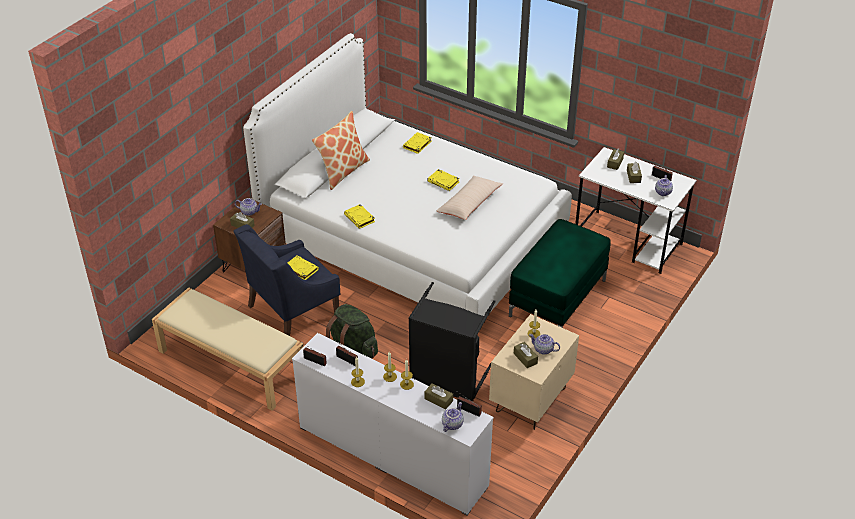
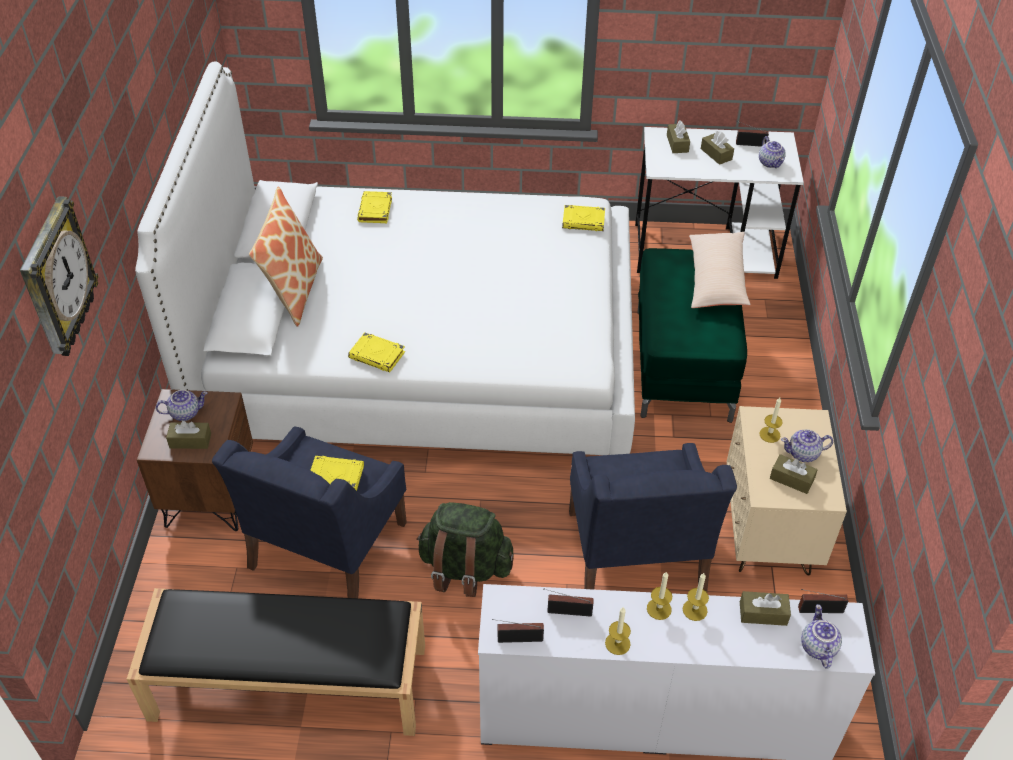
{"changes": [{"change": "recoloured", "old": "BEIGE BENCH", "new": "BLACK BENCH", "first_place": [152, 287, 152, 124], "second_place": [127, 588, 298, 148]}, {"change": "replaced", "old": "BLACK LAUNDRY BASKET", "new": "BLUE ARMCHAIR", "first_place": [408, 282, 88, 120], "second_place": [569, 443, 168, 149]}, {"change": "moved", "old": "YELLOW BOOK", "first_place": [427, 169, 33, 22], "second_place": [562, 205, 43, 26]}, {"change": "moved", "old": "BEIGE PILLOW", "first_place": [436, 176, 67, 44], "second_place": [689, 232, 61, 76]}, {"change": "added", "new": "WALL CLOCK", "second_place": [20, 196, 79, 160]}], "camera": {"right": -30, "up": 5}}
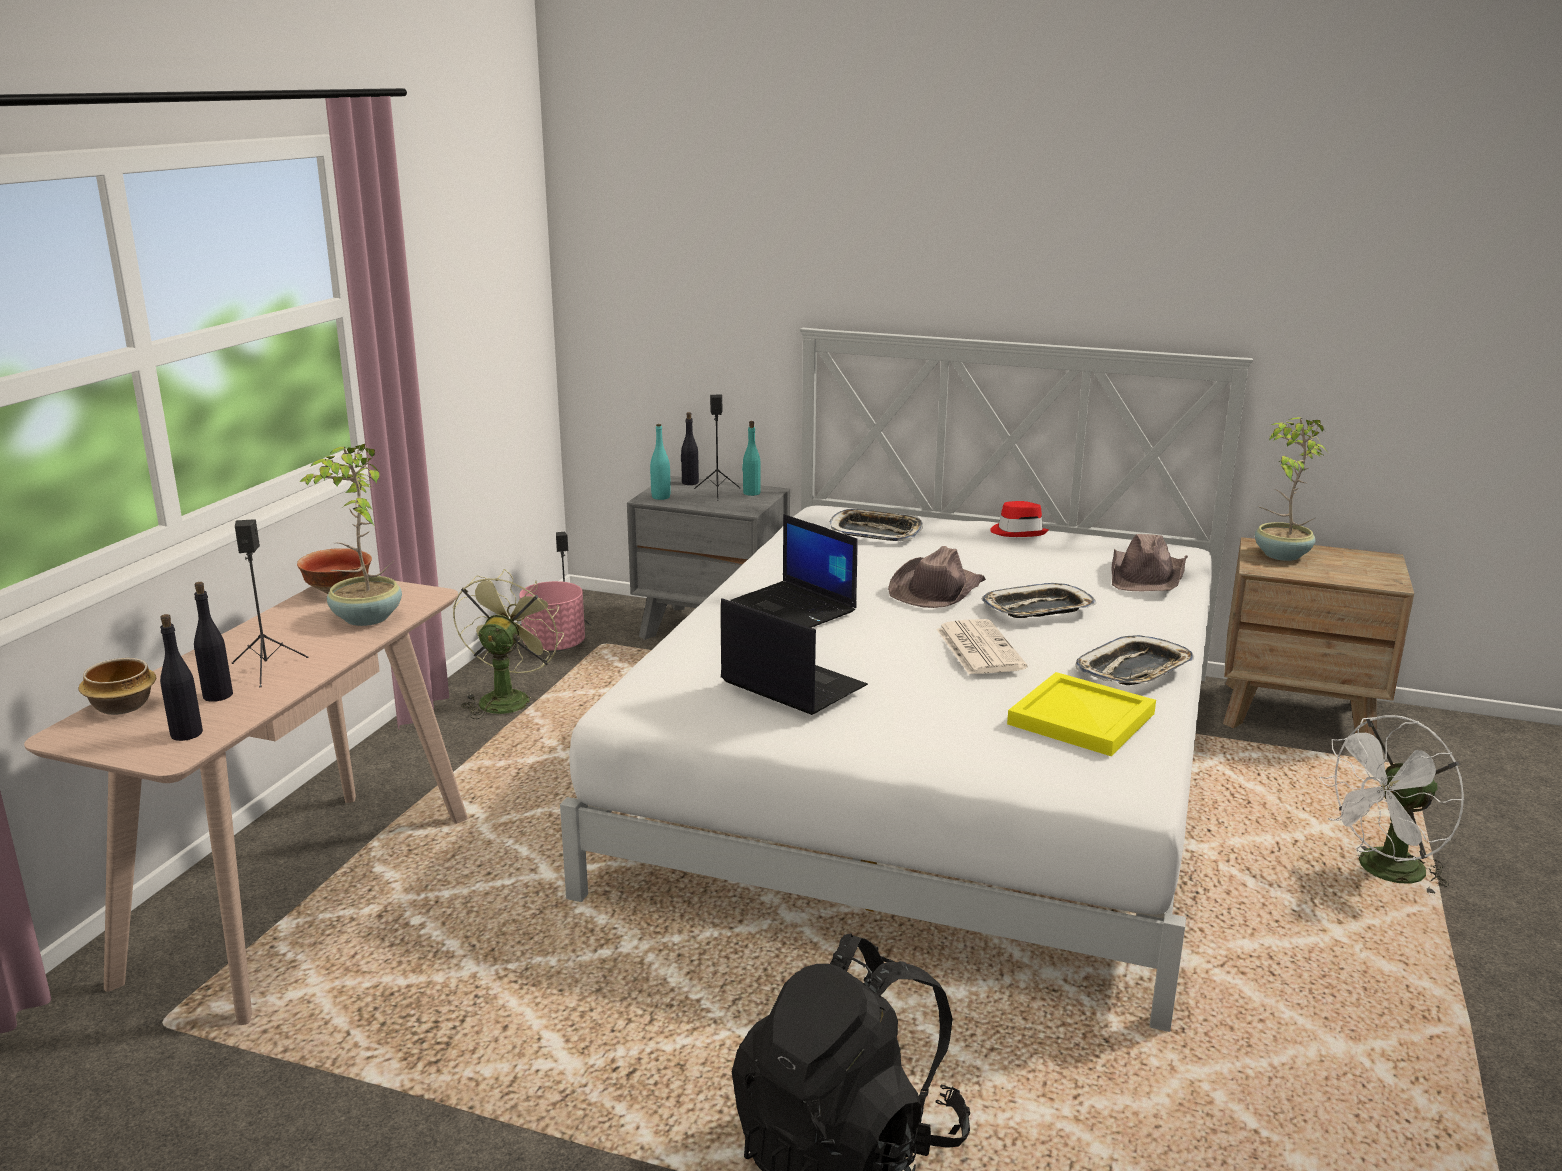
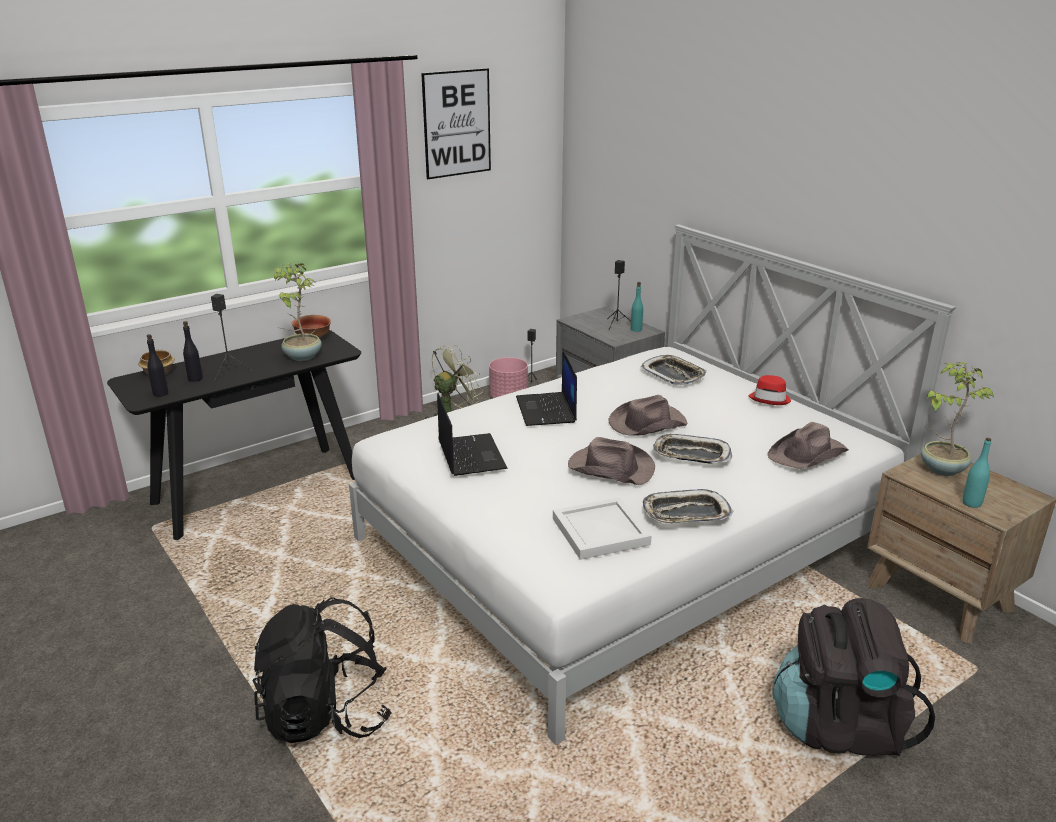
{"changes": [{"change": "recoloured", "old": "BEIGE CONSOLE TABLE", "new": "BLACK CONSOLE TABLE", "first_place": [24, 581, 444, 444], "second_place": [107, 330, 254, 210]}, {"change": "moved", "old": "TURQUOISE BOTTLE", "first_place": [650, 424, 21, 76], "second_place": [962, 438, 29, 70]}, {"change": "removed", "old": "BLACK BOTTLE", "first_place": [681, 412, 18, 73]}, {"change": "replaced", "old": "NEWSPAPER", "new": "BROWN HAT", "first_place": [937, 619, 90, 55], "second_place": [568, 437, 87, 48]}, {"change": "recoloured", "old": "YELLOW TRAY", "new": "WHITE TRAY", "first_place": [1007, 672, 149, 84], "second_place": [553, 497, 99, 63]}, {"change": "replaced", "old": "WHITE FAN", "new": "BLACK BACKPACK", "first_place": [1319, 715, 145, 181], "second_place": [772, 598, 163, 158]}, {"change": "added", "new": "PICTURE", "second_place": [421, 68, 70, 111]}], "camera": {"right": 35, "up": 5}}
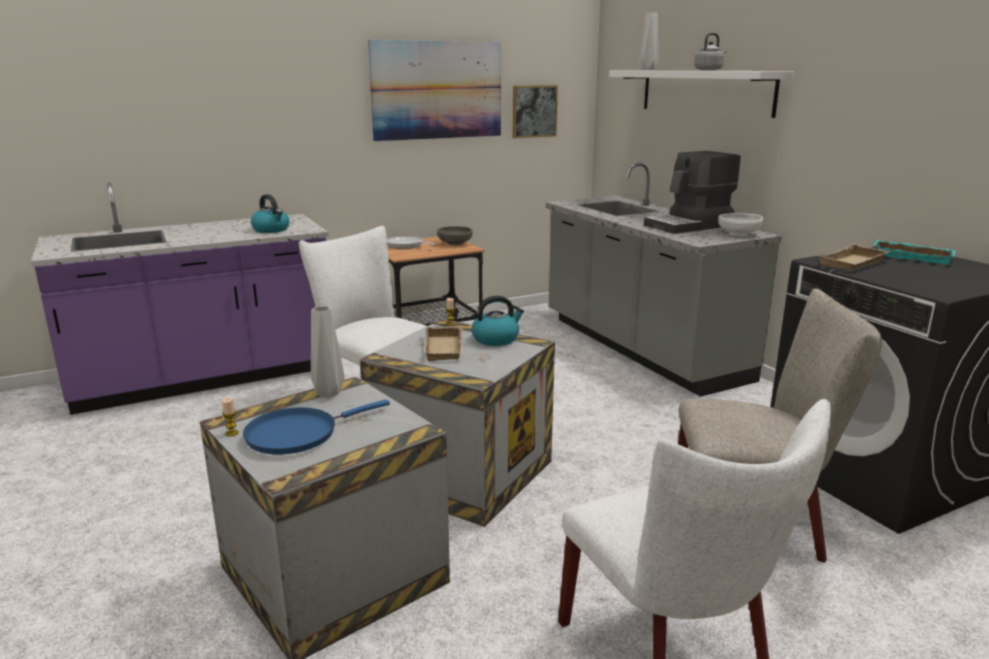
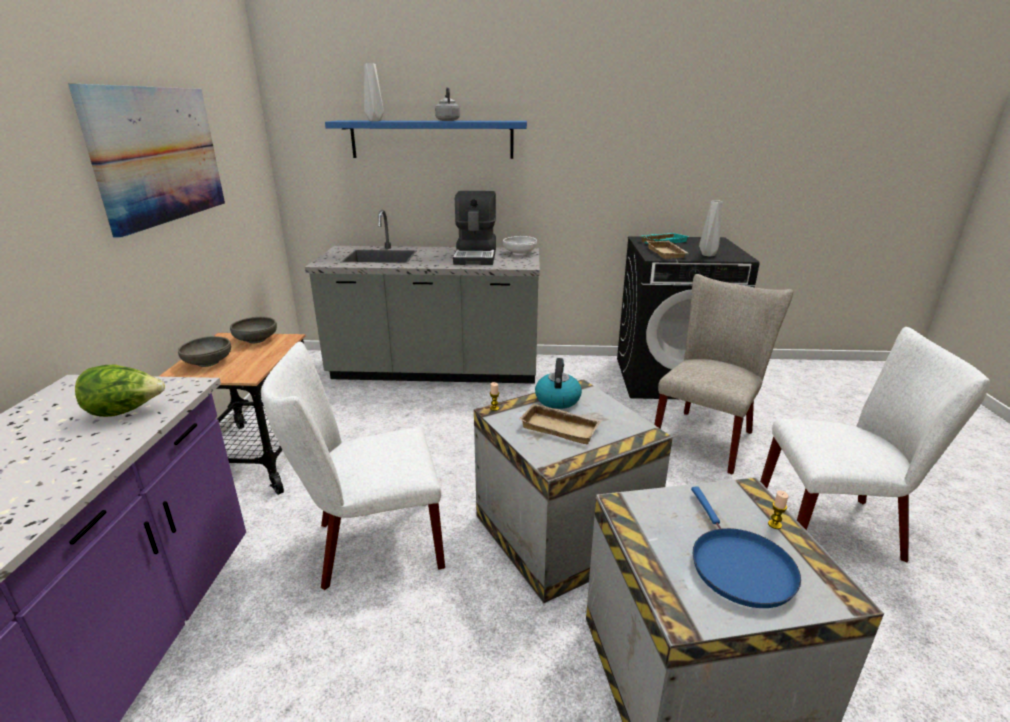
{"changes": [{"change": "moved", "old": "CANDLE", "first_place": [222, 397, 17, 39], "second_place": [768, 491, 21, 38]}, {"change": "replaced", "old": "KETTLE", "new": "LETTUCE", "first_place": [251, 194, 39, 39], "second_place": [75, 365, 90, 52]}, {"change": "moved", "old": "GREY VASE", "first_place": [311, 306, 34, 92], "second_place": [699, 200, 24, 57]}, {"change": "replaced", "old": "FRYING PAN", "new": "GREY BOWL", "first_place": [387, 236, 48, 13], "second_place": [178, 336, 53, 31]}, {"change": "removed", "old": "PICTURE", "first_place": [513, 85, 45, 53]}, {"change": "recoloured", "old": "WHITE SHELF", "new": "BLUE SHELF", "first_place": [609, 71, 186, 47], "second_place": [325, 121, 202, 38]}], "camera": {"right": -60, "up": 5}}
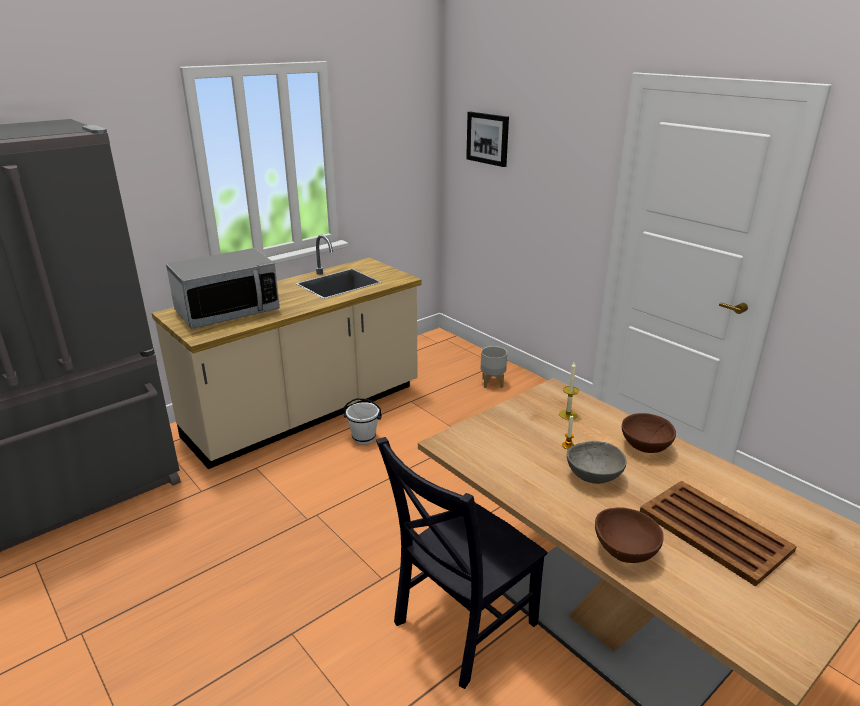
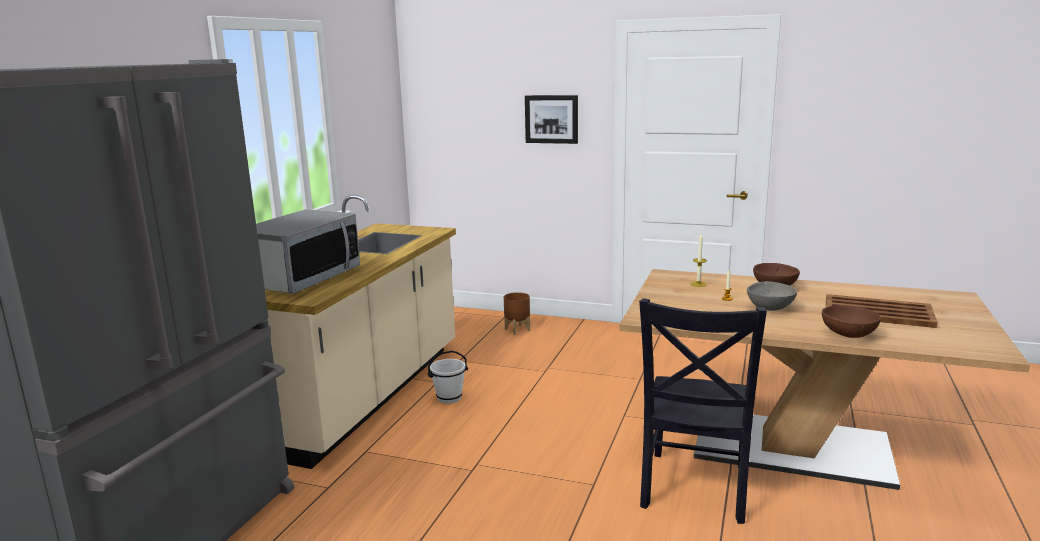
{"changes": [{"change": "moved", "old": "PICTURE", "first_place": [466, 112, 43, 55], "second_place": [525, 95, 53, 49]}, {"change": "recoloured", "old": "GREY PLANTER", "new": "BROWN PLANTER", "first_place": [481, 346, 26, 42], "second_place": [504, 292, 26, 43]}], "camera": {"right": -30, "up": -10}}
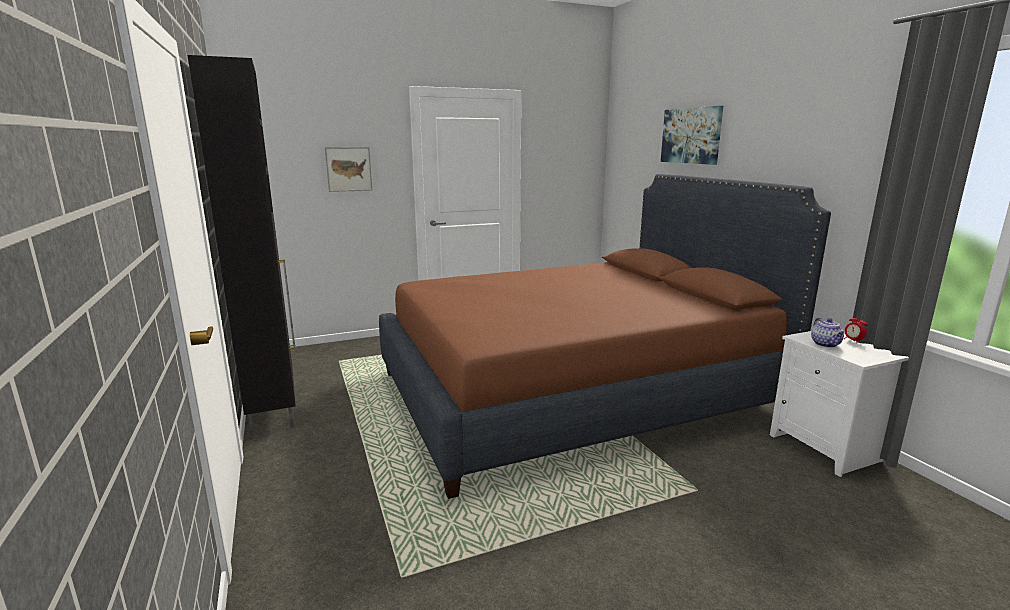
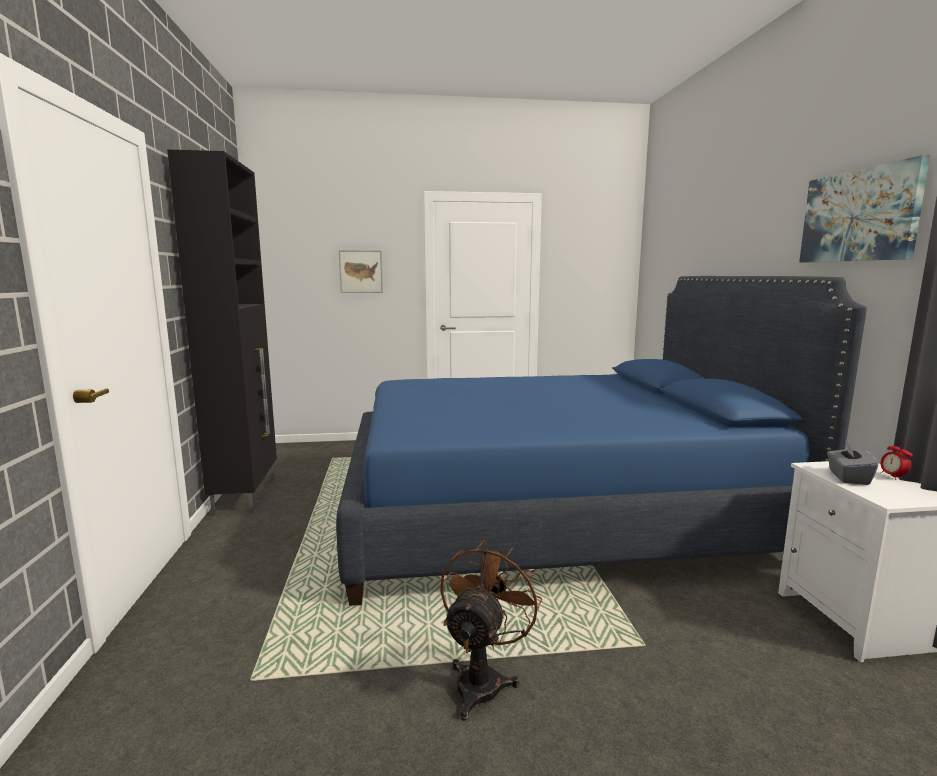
{"changes": [{"change": "recoloured", "old": "BROWN BED", "new": "BLUE BED", "first_place": [379, 174, 452, 325], "second_place": [336, 276, 531, 330]}, {"change": "moved", "old": "PICTURE", "first_place": [661, 106, 62, 59], "second_place": [799, 155, 131, 107]}, {"change": "replaced", "old": "TEAPOT", "new": "GREY TISSUE BOX", "first_place": [811, 318, 33, 30], "second_place": [827, 440, 51, 45]}, {"change": "added", "new": "BROWN FAN", "second_place": [440, 540, 102, 181]}], "camera": {"right": 15, "up": -5}}
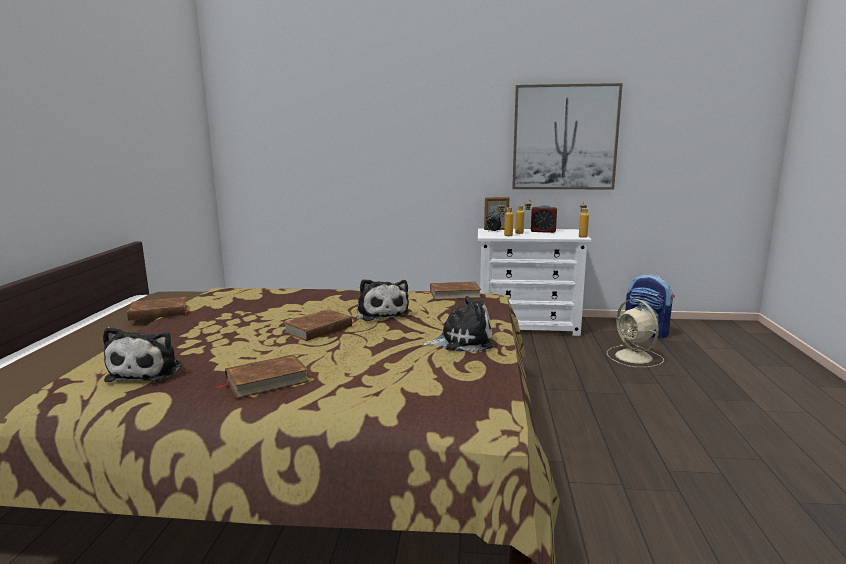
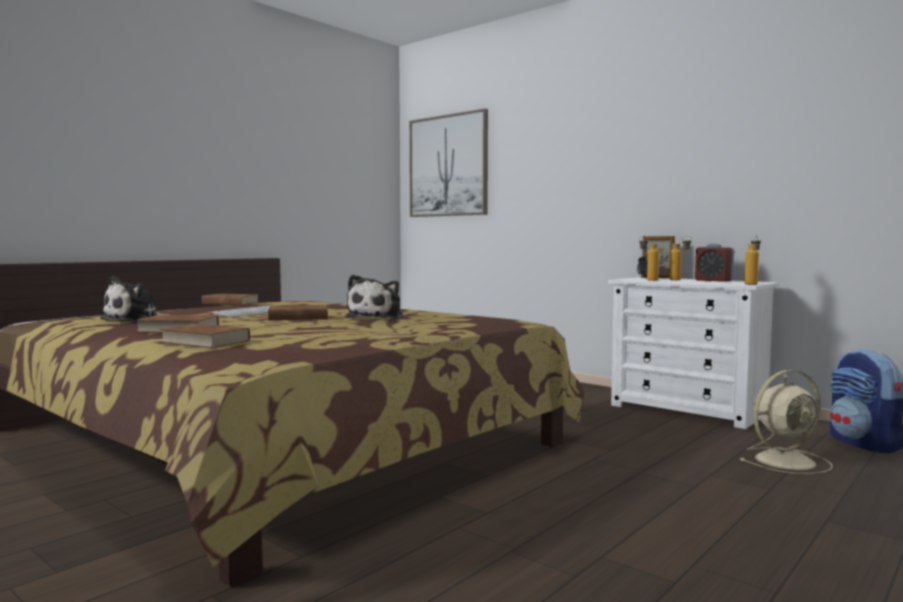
{"changes": [{"change": "removed", "old": "PLUSH TOY", "first_place": [421, 296, 73, 56]}, {"change": "moved", "old": "BROWN BOOK", "first_place": [423, 281, 58, 19], "second_place": [159, 324, 91, 24]}, {"change": "moved", "old": "PICTURE", "first_place": [512, 83, 111, 106], "second_place": [409, 109, 79, 108]}, {"change": "turned", "old": "BEIGE FAN", "first_place": [607, 299, 57, 69], "second_place": [740, 370, 93, 104], "degrees": -120}, {"change": "added", "new": "KEYBOARD", "second_place": [213, 306, 57, 11]}], "camera": {"right": 35, "up": -10}}
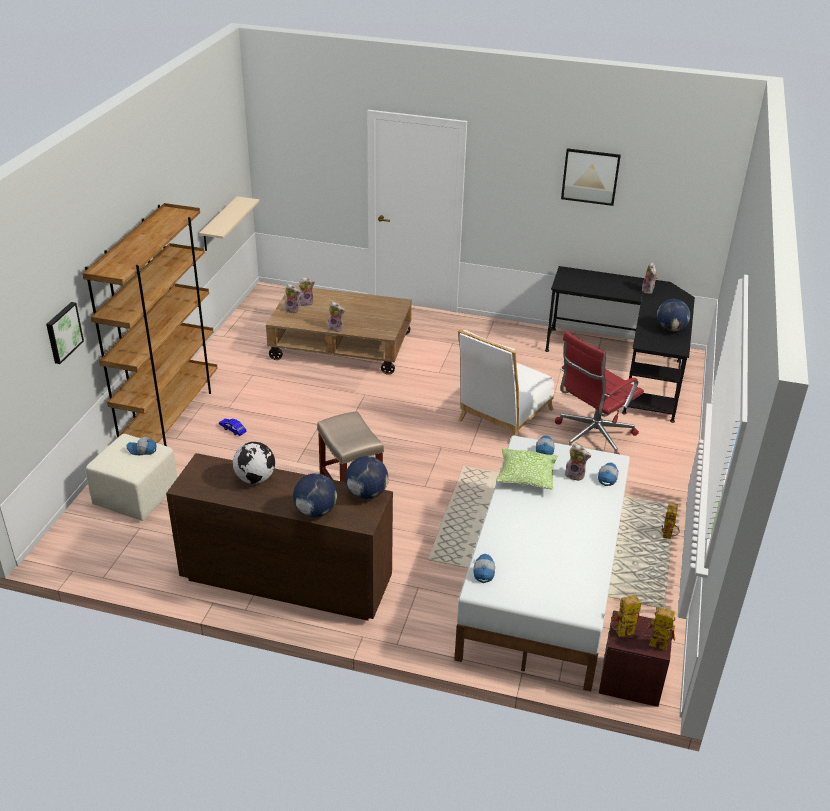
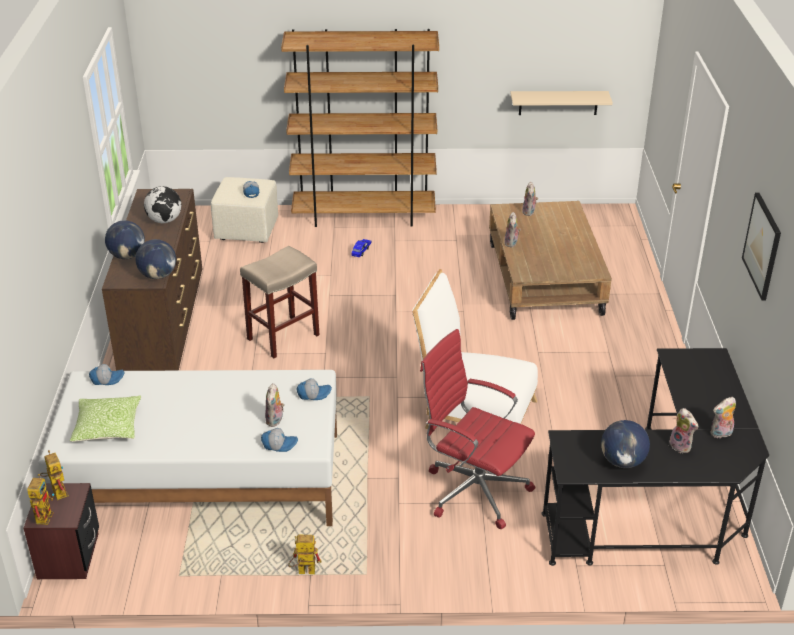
{"changes": [{"change": "removed", "old": "PICTURE", "first_place": [46, 302, 38, 62]}, {"change": "moved", "old": "PLUSH TOY", "first_place": [299, 277, 16, 29], "second_place": [669, 408, 29, 45]}, {"change": "moved", "old": "PILLOW", "first_place": [496, 448, 62, 42], "second_place": [70, 395, 71, 47]}], "camera": {"right": 75, "up": 0}}
